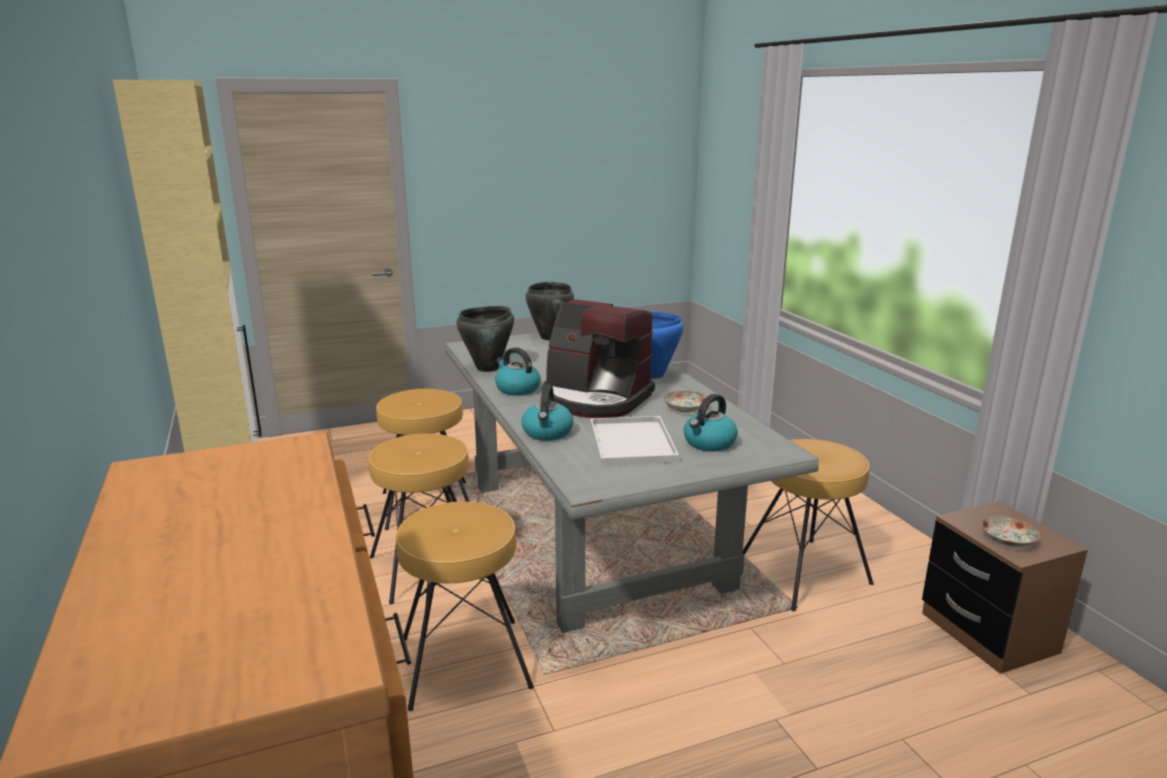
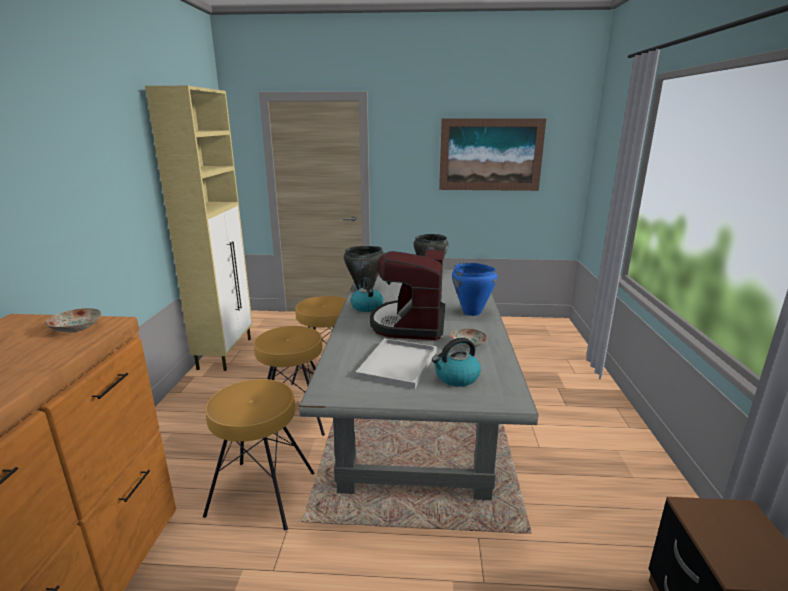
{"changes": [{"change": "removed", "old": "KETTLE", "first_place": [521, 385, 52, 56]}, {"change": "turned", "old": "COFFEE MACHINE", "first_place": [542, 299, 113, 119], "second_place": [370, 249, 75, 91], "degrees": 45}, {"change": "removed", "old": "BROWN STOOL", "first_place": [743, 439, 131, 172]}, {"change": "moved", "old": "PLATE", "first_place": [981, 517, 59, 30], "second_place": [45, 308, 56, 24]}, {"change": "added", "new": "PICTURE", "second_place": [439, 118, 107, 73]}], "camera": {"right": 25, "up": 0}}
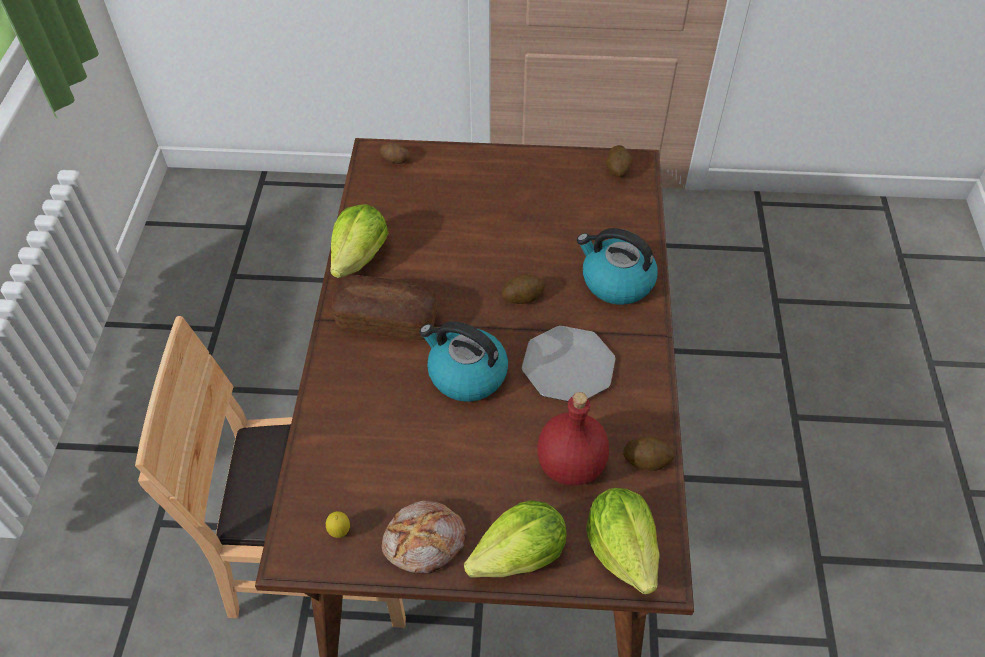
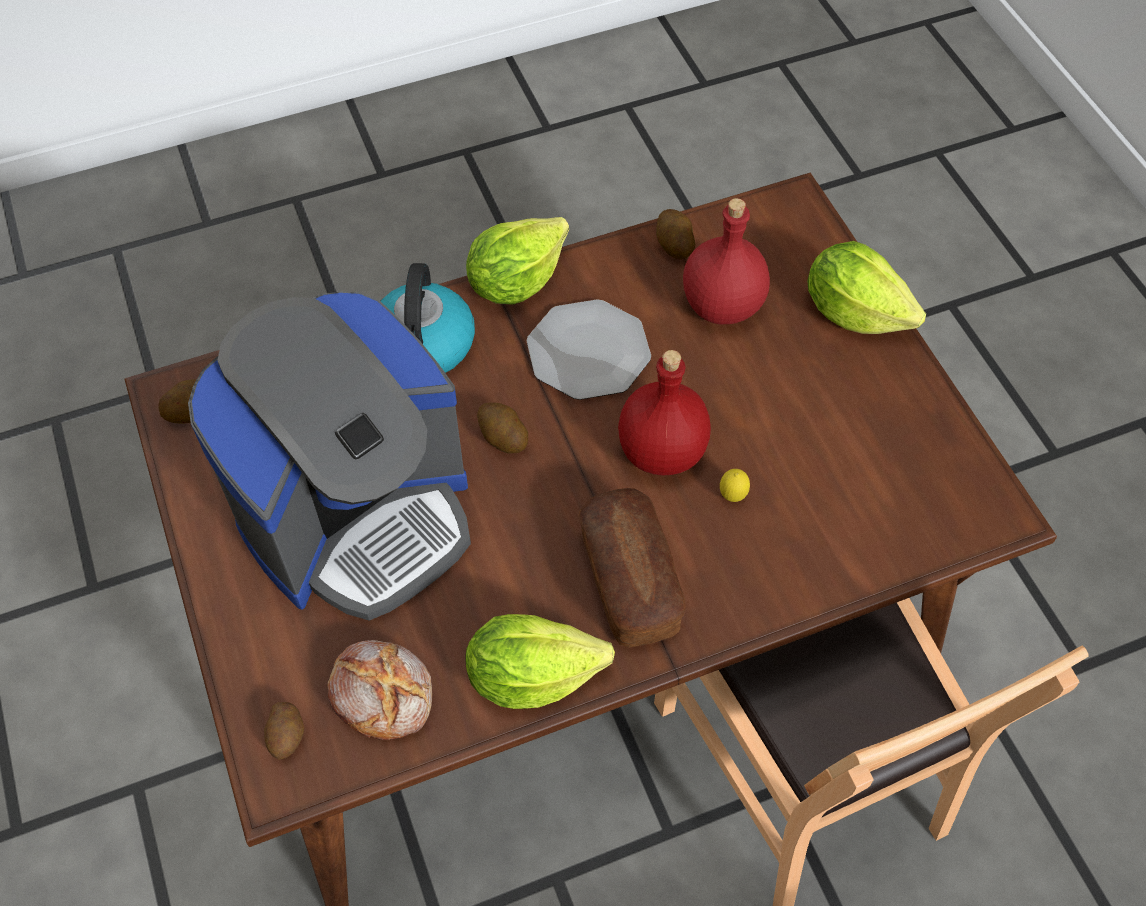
{"changes": [{"change": "moved", "old": "LEMON", "first_place": [326, 511, 24, 27], "second_place": [720, 469, 30, 33]}, {"change": "moved", "old": "BREAD", "first_place": [381, 501, 85, 73], "second_place": [327, 640, 105, 100]}, {"change": "replaced", "old": "KETTLE", "new": "RED BOTTLE", "first_place": [420, 321, 88, 81], "second_place": [618, 350, 93, 126]}, {"change": "moved", "old": "LETTUCE", "first_place": [586, 488, 74, 107], "second_place": [466, 217, 103, 88]}, {"change": "added", "new": "COFFEE MACHINE", "second_place": [188, 292, 283, 328]}], "camera": {"right": -115, "up": 5}}
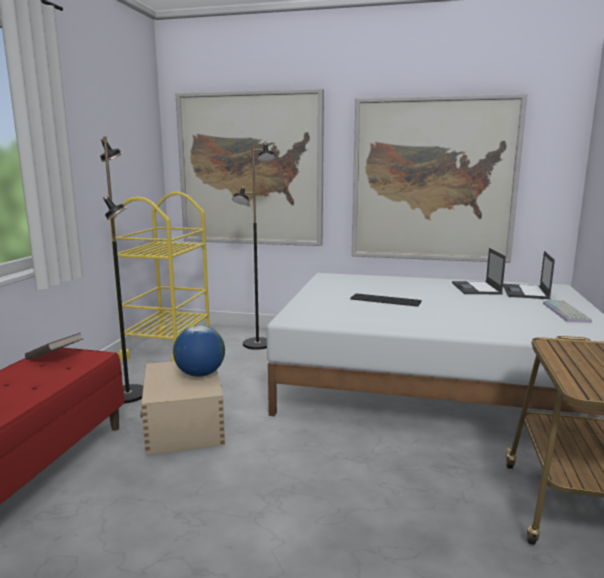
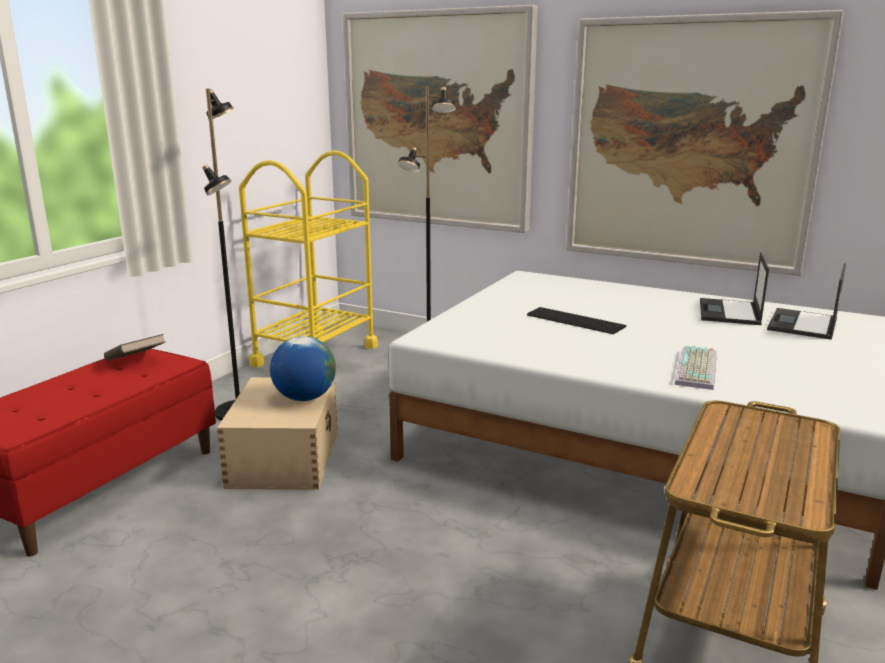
{"changes": [{"change": "moved", "old": "KEYBOARD", "first_place": [543, 300, 49, 23], "second_place": [674, 346, 43, 44]}], "camera": {"right": 15, "up": 5}}
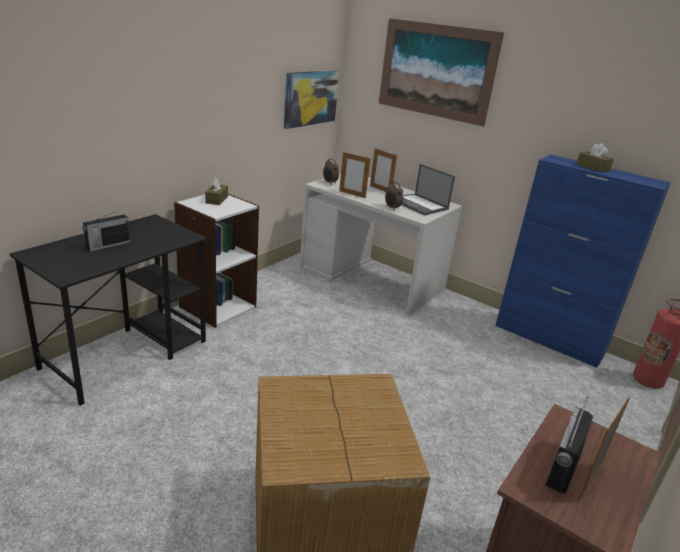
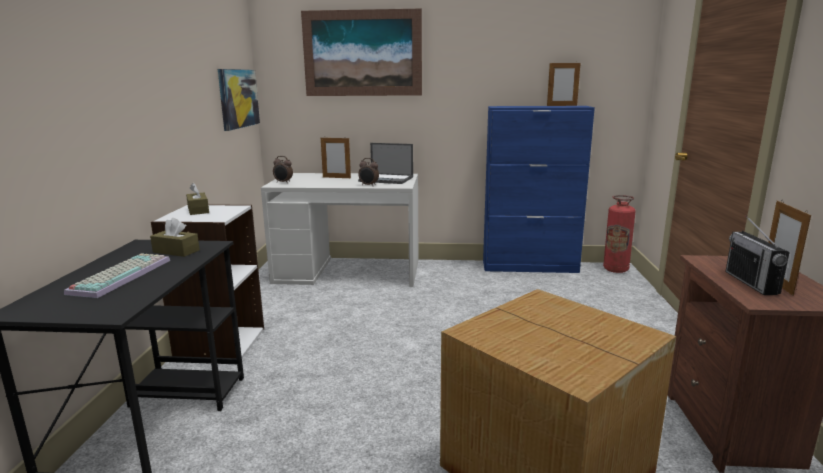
{"changes": [{"change": "replaced", "old": "RADIO", "new": "KEYBOARD", "first_place": [82, 209, 48, 43], "second_place": [64, 254, 106, 44]}, {"change": "moved", "old": "PICTURE FRAME", "first_place": [339, 152, 32, 46], "second_place": [547, 62, 34, 44]}, {"change": "moved", "old": "BROWN TISSUE BOX", "first_place": [576, 143, 38, 30], "second_place": [150, 218, 50, 39]}], "camera": {"right": -30, "up": -10}}
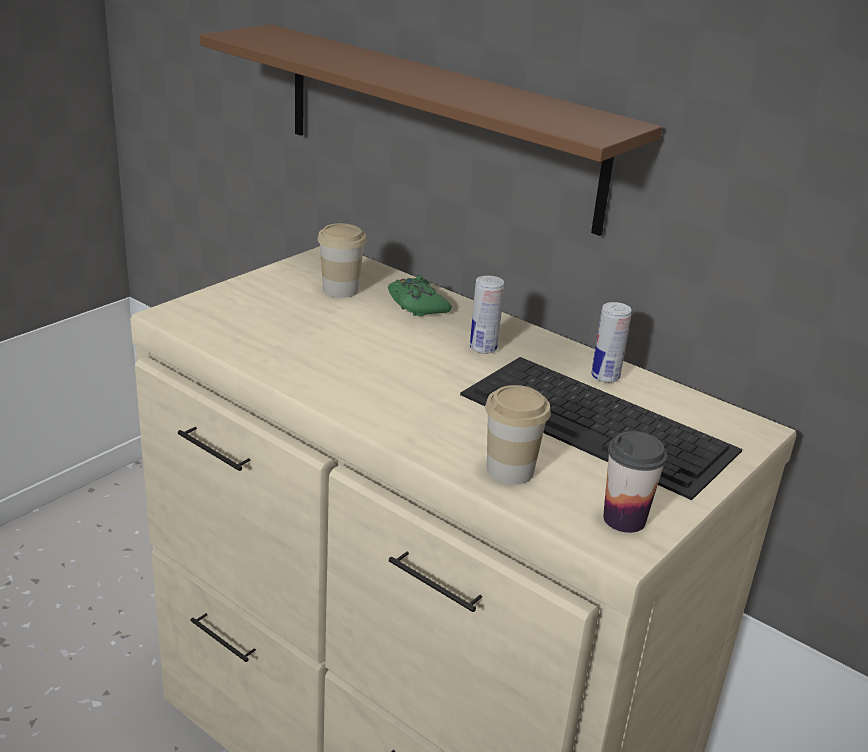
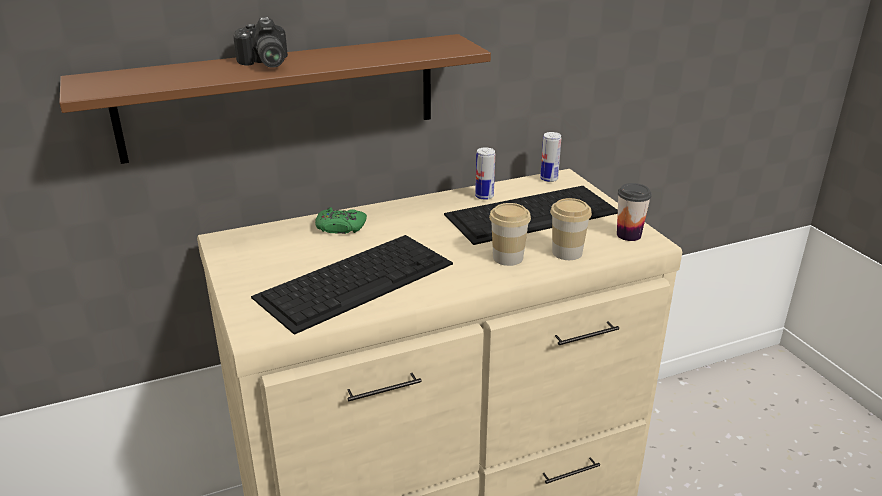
{"changes": [{"change": "moved", "old": "CUP", "first_place": [317, 223, 50, 75], "second_place": [489, 203, 42, 63]}, {"change": "moved", "old": "CAN", "first_place": [470, 276, 34, 78], "second_place": [540, 132, 21, 50]}, {"change": "added", "new": "PHOTO CAMERA", "second_place": [233, 17, 55, 51]}, {"change": "added", "new": "KEYBOARD", "second_place": [251, 235, 202, 100]}], "camera": {"right": -60, "up": 0}}
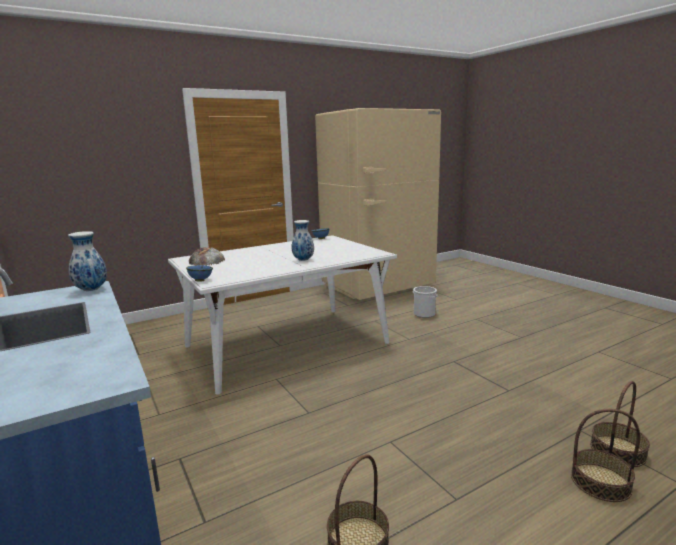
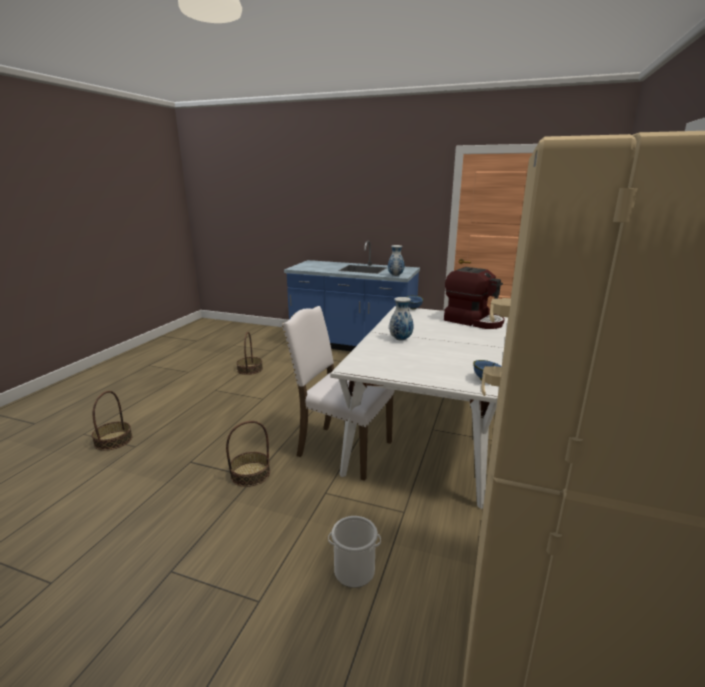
{"changes": [{"change": "replaced", "old": "BREAD", "new": "COFFEE MACHINE", "first_place": [189, 247, 36, 19], "second_place": [444, 267, 61, 62]}, {"change": "moved", "old": "BASKET", "first_place": [571, 409, 69, 93], "second_place": [226, 421, 44, 66]}, {"change": "added", "new": "WHITE CHAIR", "second_place": [281, 306, 114, 175]}], "camera": {"right": 140, "up": 5}}
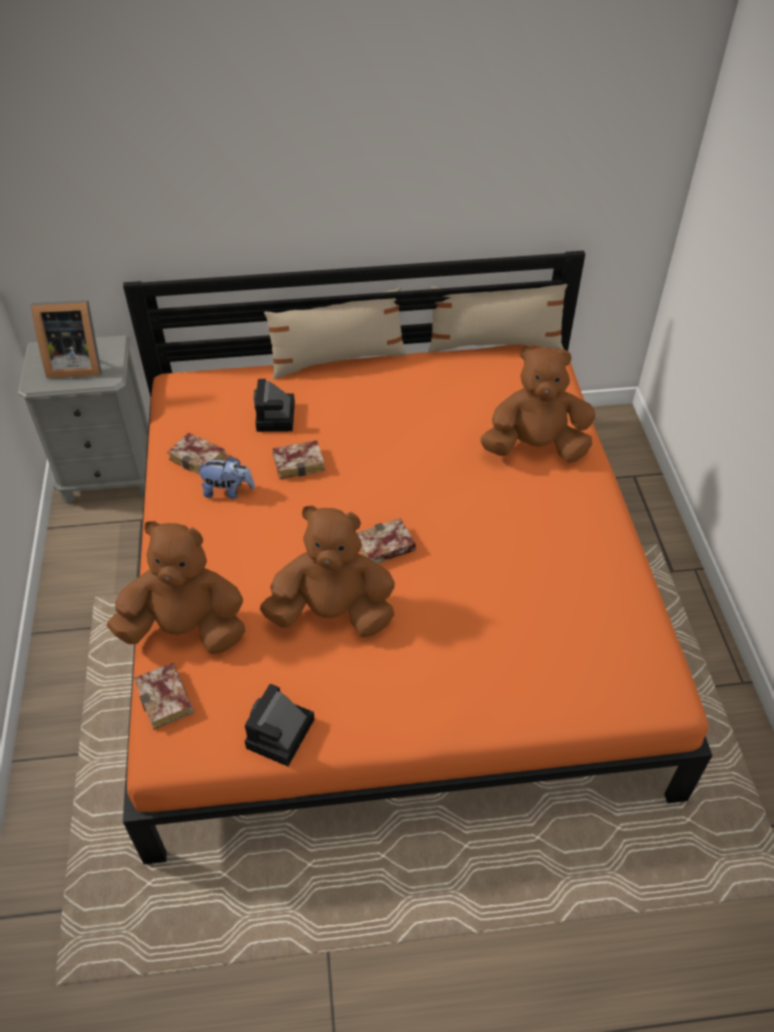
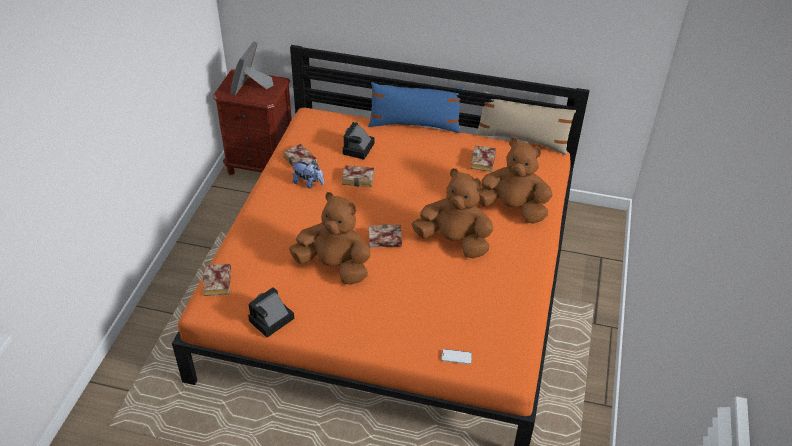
{"changes": [{"change": "recoloured", "old": "GREY NIGHTSTAND", "new": "BROWN NIGHTSTAND", "first_place": [18, 335, 131, 169], "second_place": [212, 69, 80, 106]}, {"change": "turned", "old": "PICTURE FRAME", "first_place": [31, 300, 71, 78], "second_place": [231, 41, 42, 55], "degrees": 90}, {"change": "moved", "old": "BROWN PLUSH TOY", "first_place": [107, 521, 138, 133], "second_place": [412, 168, 82, 90]}, {"change": "recoloured", "old": "BEIGE PILLOW", "new": "BLUE PILLOW", "first_place": [264, 287, 143, 93], "second_place": [368, 82, 96, 51]}, {"change": "added", "new": "PHONE", "second_place": [441, 349, 31, 15]}, {"change": "added", "new": "BOOK", "second_place": [471, 146, 25, 26]}], "camera": {"right": 20, "up": -5}}
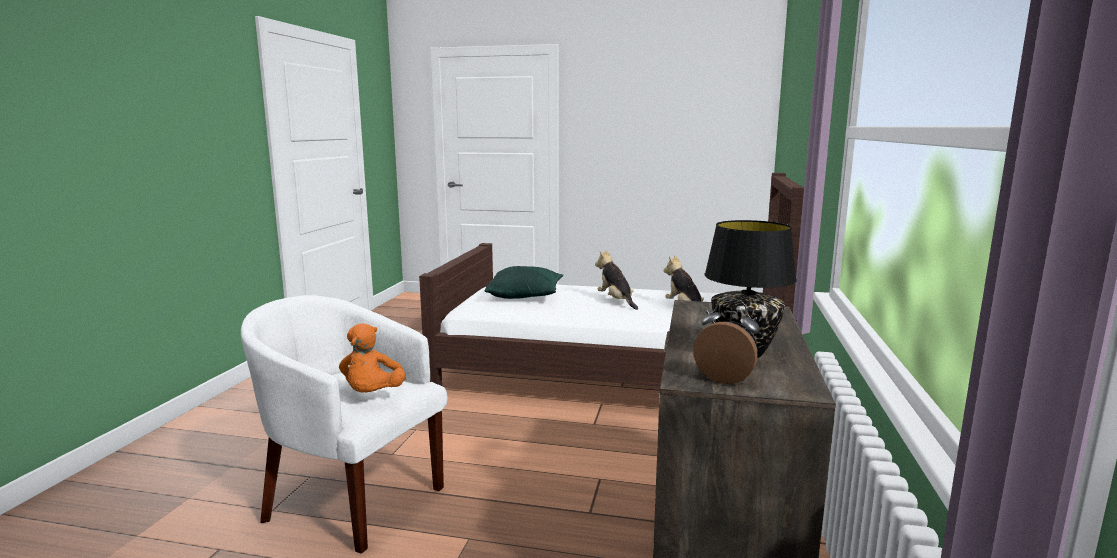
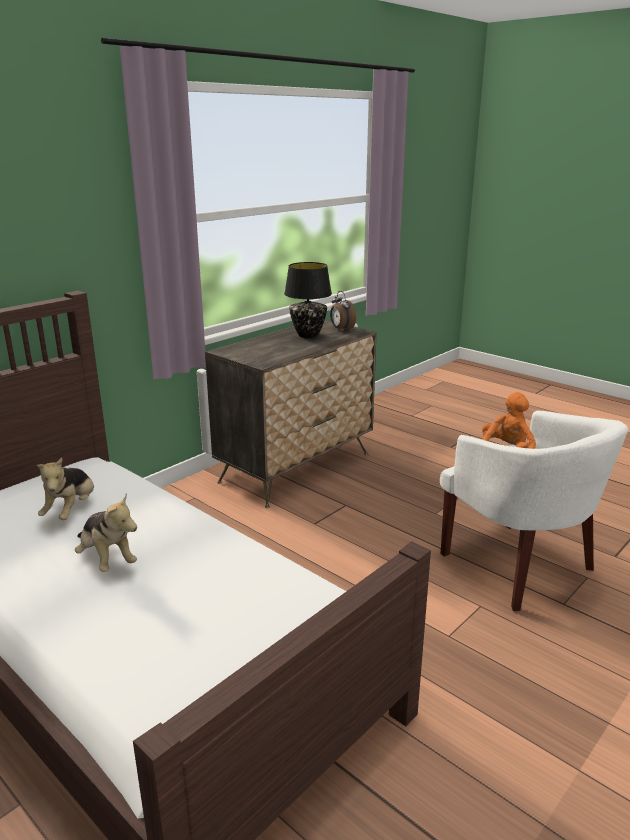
{"changes": [{"change": "removed", "old": "GREEN PILLOW", "first_place": [485, 266, 79, 33]}, {"change": "turned", "old": "PLUSH TOY", "first_place": [595, 250, 43, 60], "second_place": [75, 493, 62, 79], "degrees": -45}], "camera": {"right": -150, "up": 10}}
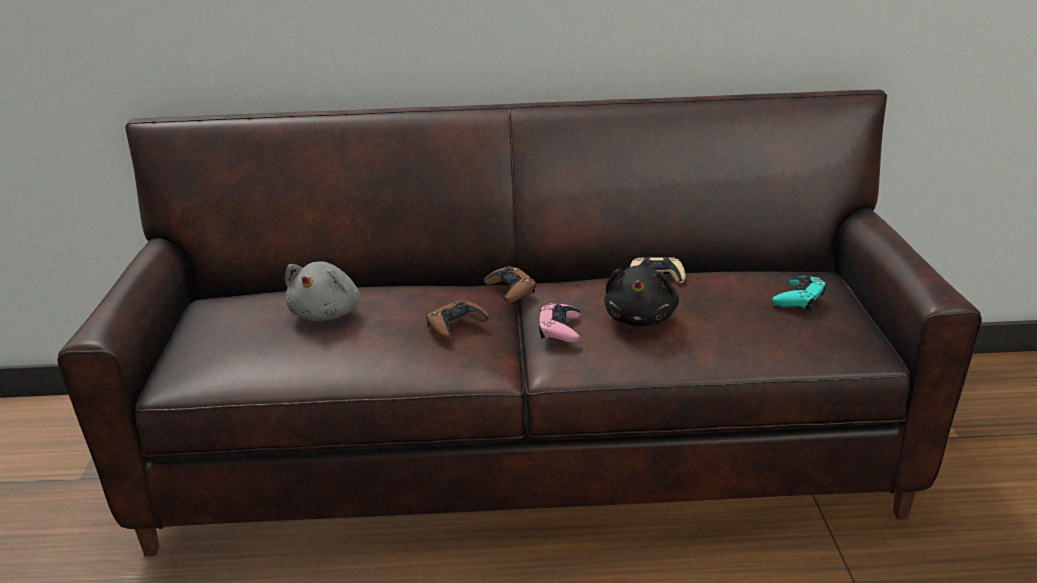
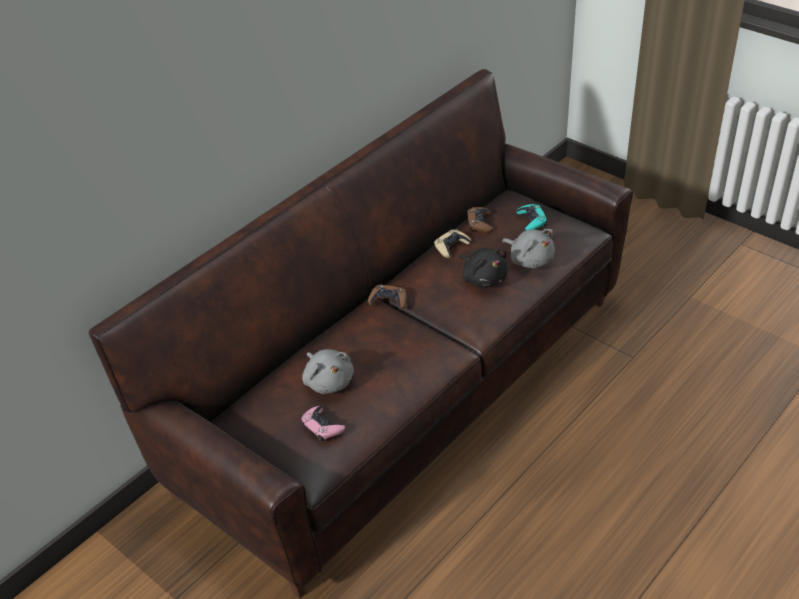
{"changes": [{"change": "moved", "old": "BROWN GAME CONTROLLER", "first_place": [426, 300, 62, 40], "second_place": [467, 207, 26, 26]}, {"change": "moved", "old": "PINK GAME CONTROLLER", "first_place": [539, 303, 42, 39], "second_place": [301, 406, 44, 36]}, {"change": "added", "new": "GREY PLUSH TOY", "second_place": [502, 229, 53, 40]}], "camera": {"right": -45, "up": 15}}
